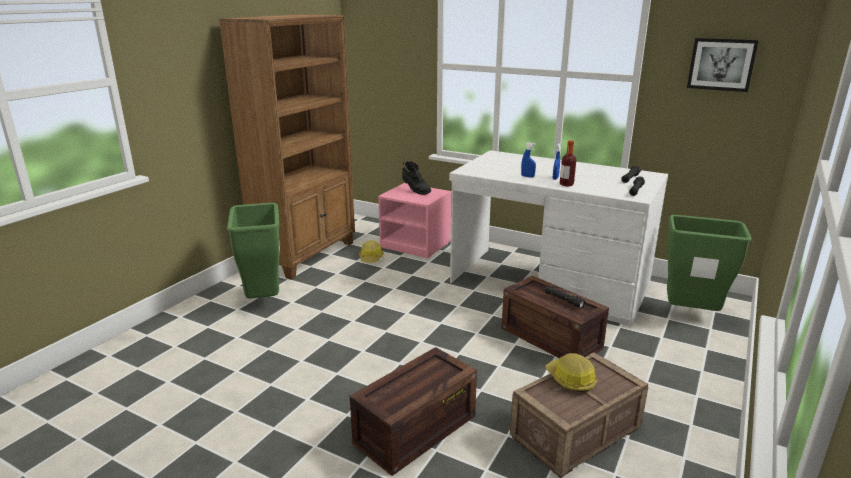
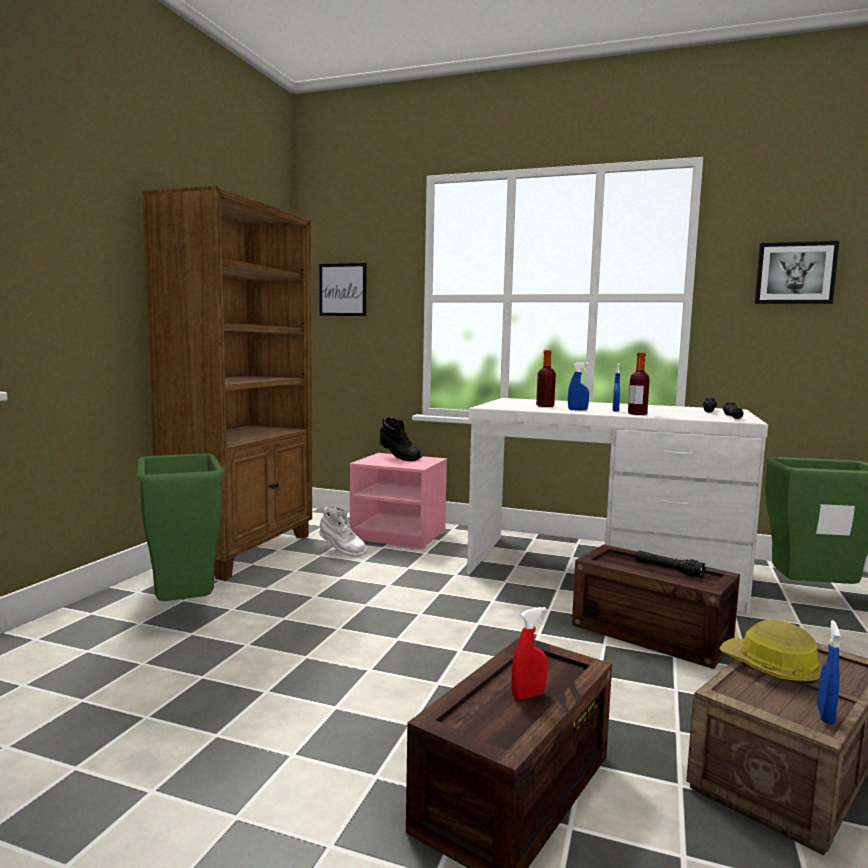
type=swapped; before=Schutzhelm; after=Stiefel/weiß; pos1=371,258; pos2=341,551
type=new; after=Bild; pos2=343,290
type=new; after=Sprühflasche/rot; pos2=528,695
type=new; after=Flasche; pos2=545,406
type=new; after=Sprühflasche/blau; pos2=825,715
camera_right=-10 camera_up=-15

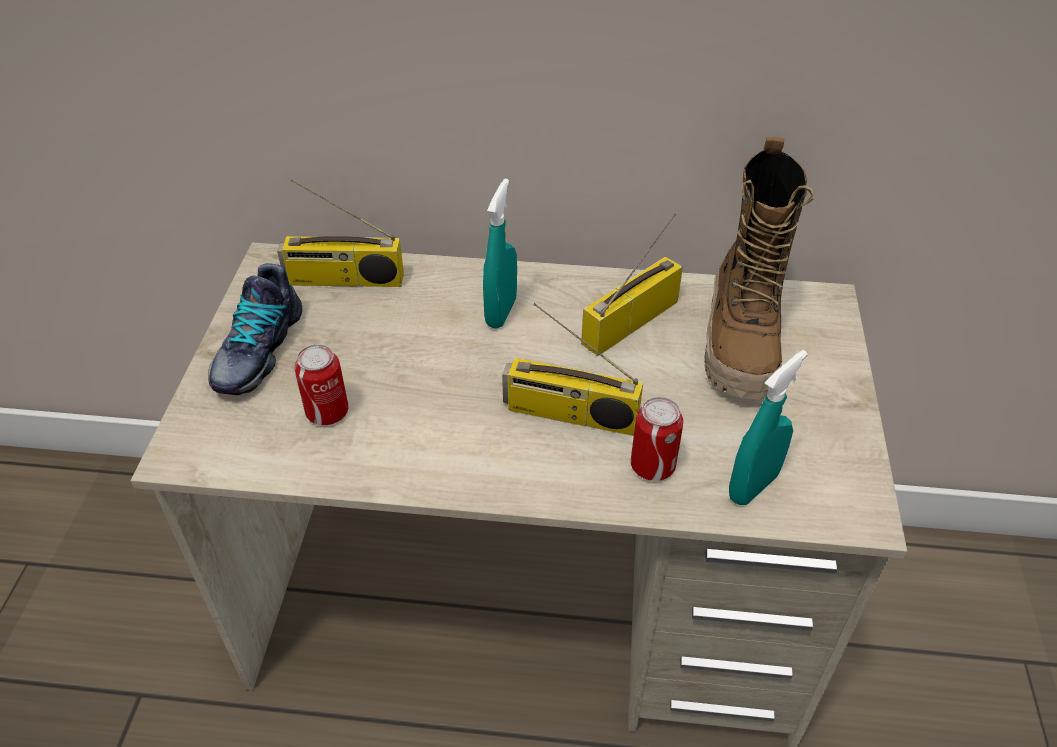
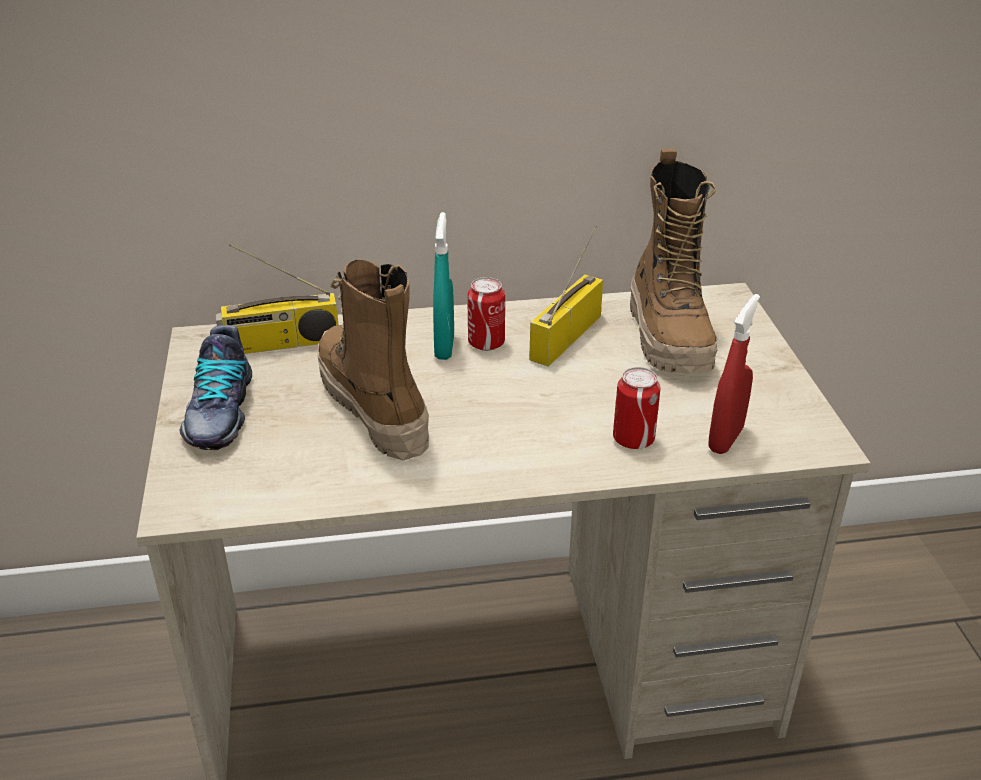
type=shifted; before=Dose; pos1=327,412; pos2=486,343
type=gone; before=Radio; pos1=569,415
type=repainted; before=Sprühflasche/türkis; after=Sprühflasche/rot; pos1=753,486; pos2=725,439
type=new; after=Stiefel; pos2=372,407
camera_right=-15 camera_up=-10

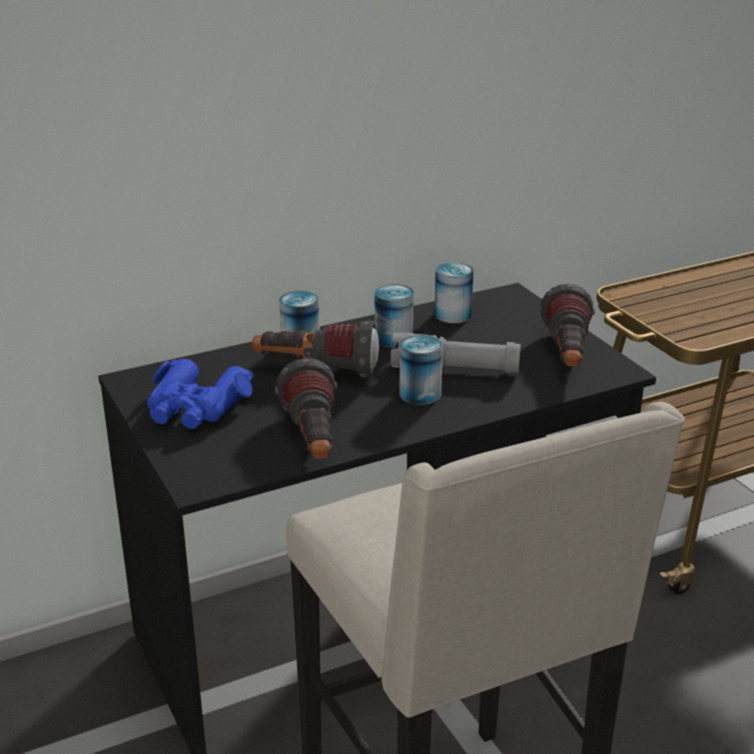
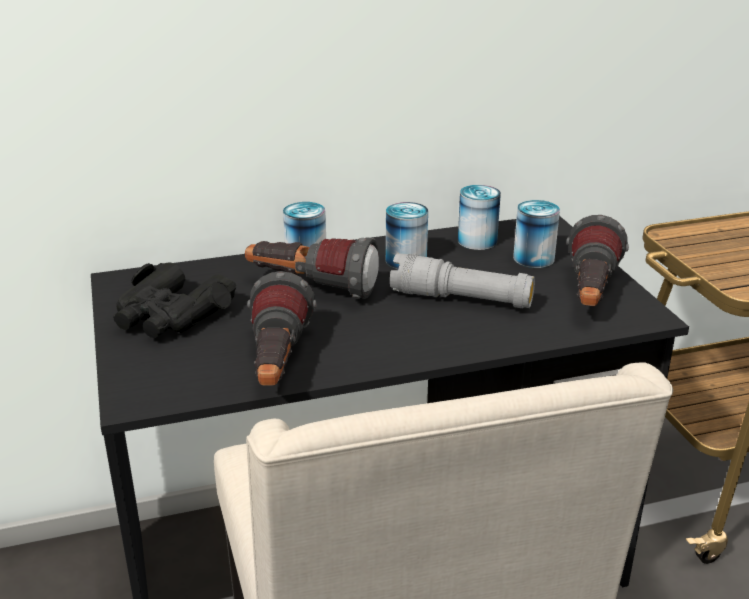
type=repainted; before=Fernglas/blau; after=Fernglas/schwarz; pos1=196,407; pos2=171,315
type=shifted; before=Dose; pos1=420,394; pos2=533,258
camera_right=10 camera_up=0

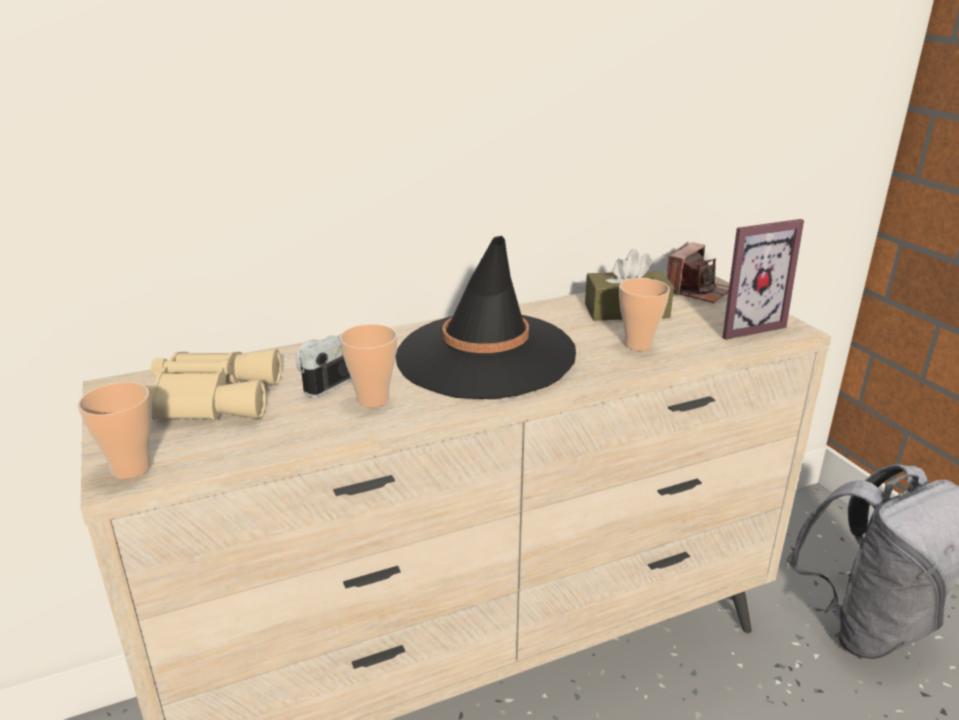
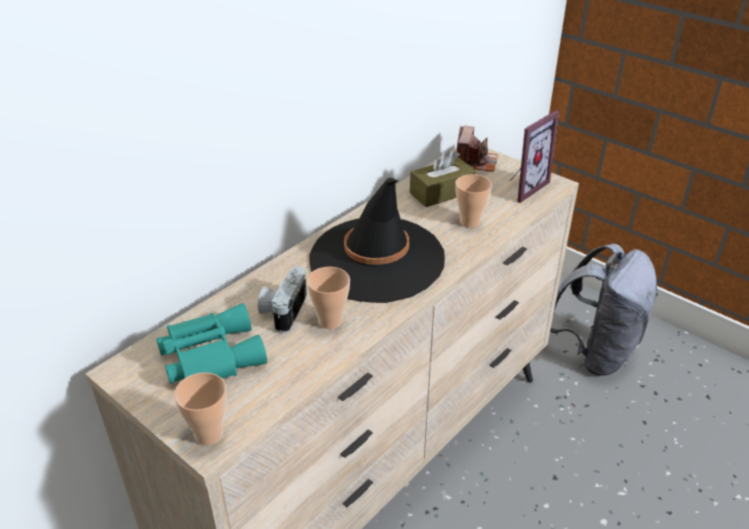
type=repainted; before=Fernglas/beige; after=Fernglas/türkis; pos1=213,397; pos2=209,355
camera_right=-25 camera_up=10

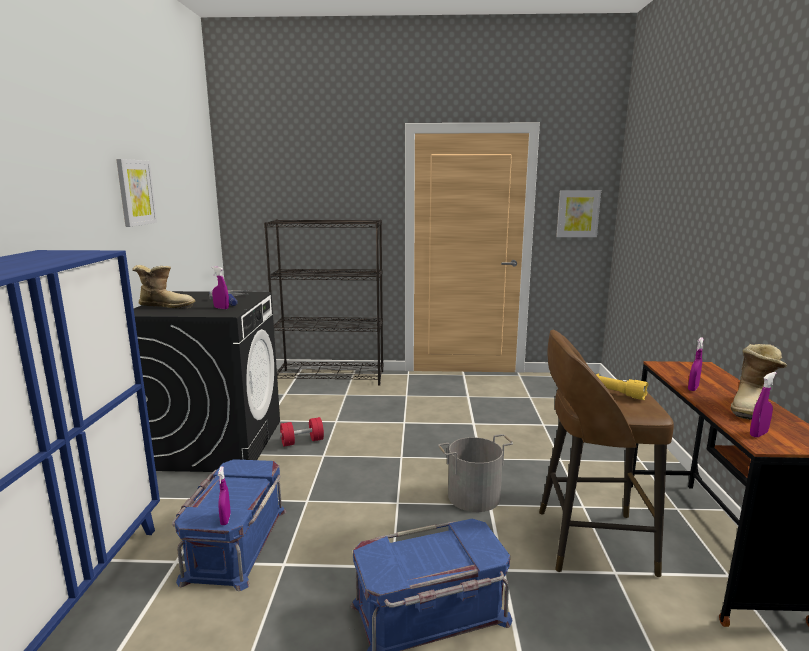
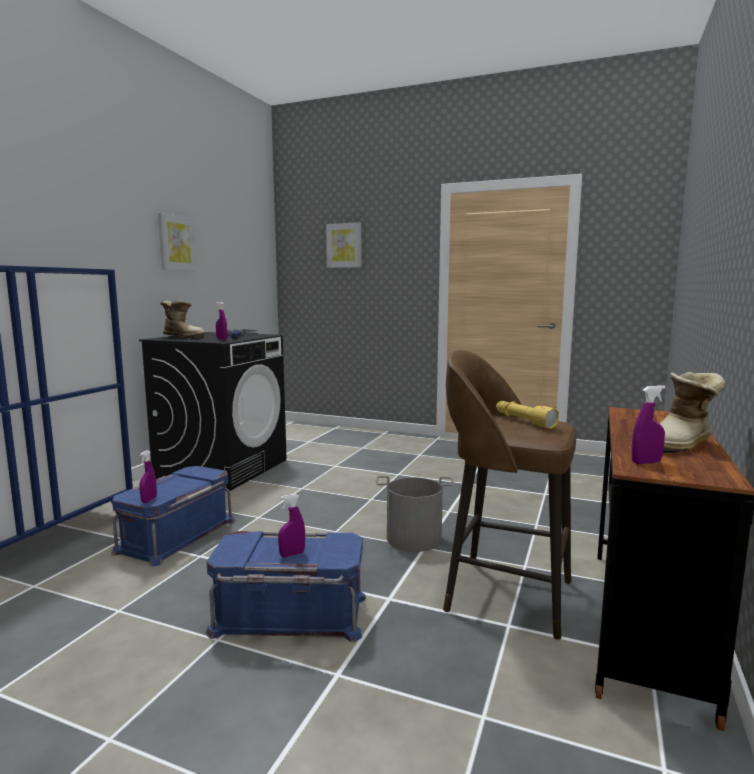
type=gone; before=Bücherregal/schwarz; pos1=331,377
type=gone; before=Hantel/rot; pos1=302,441
type=shifted; before=Bild; pos1=578,213; pos2=344,245
type=shifted; before=Sprühflasche/lila; pos1=693,388; pos2=292,554
camera_right=20 camera_up=-5

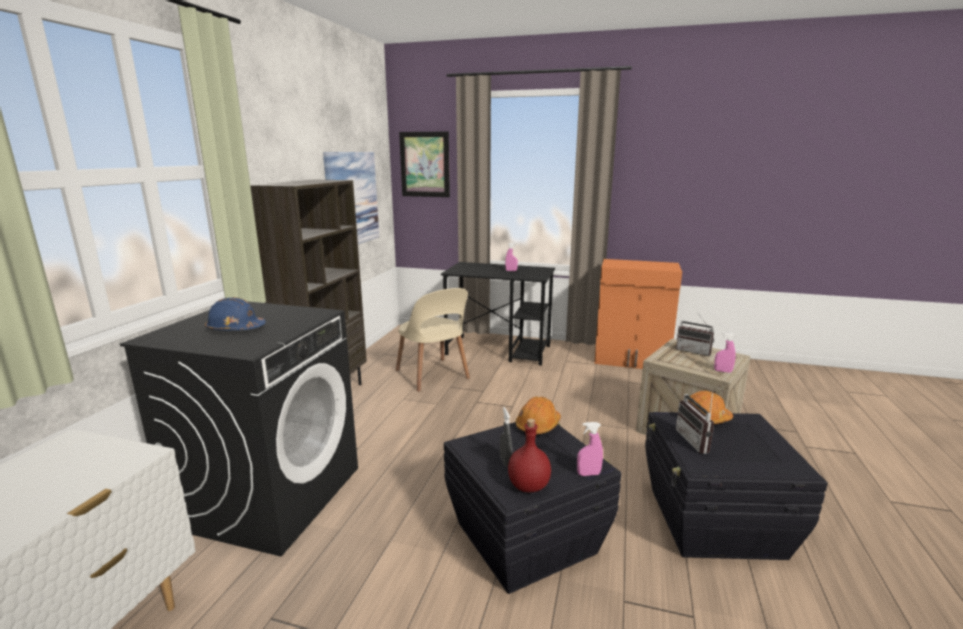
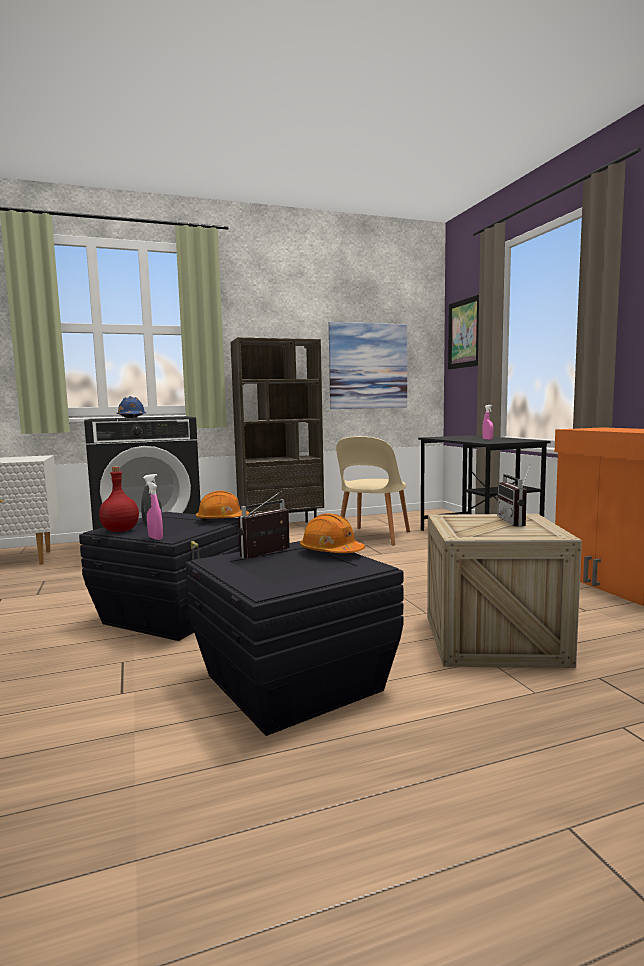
type=gone; before=Sprühflasche/rosa; pos1=723,371
camera_right=55 camera_up=-10

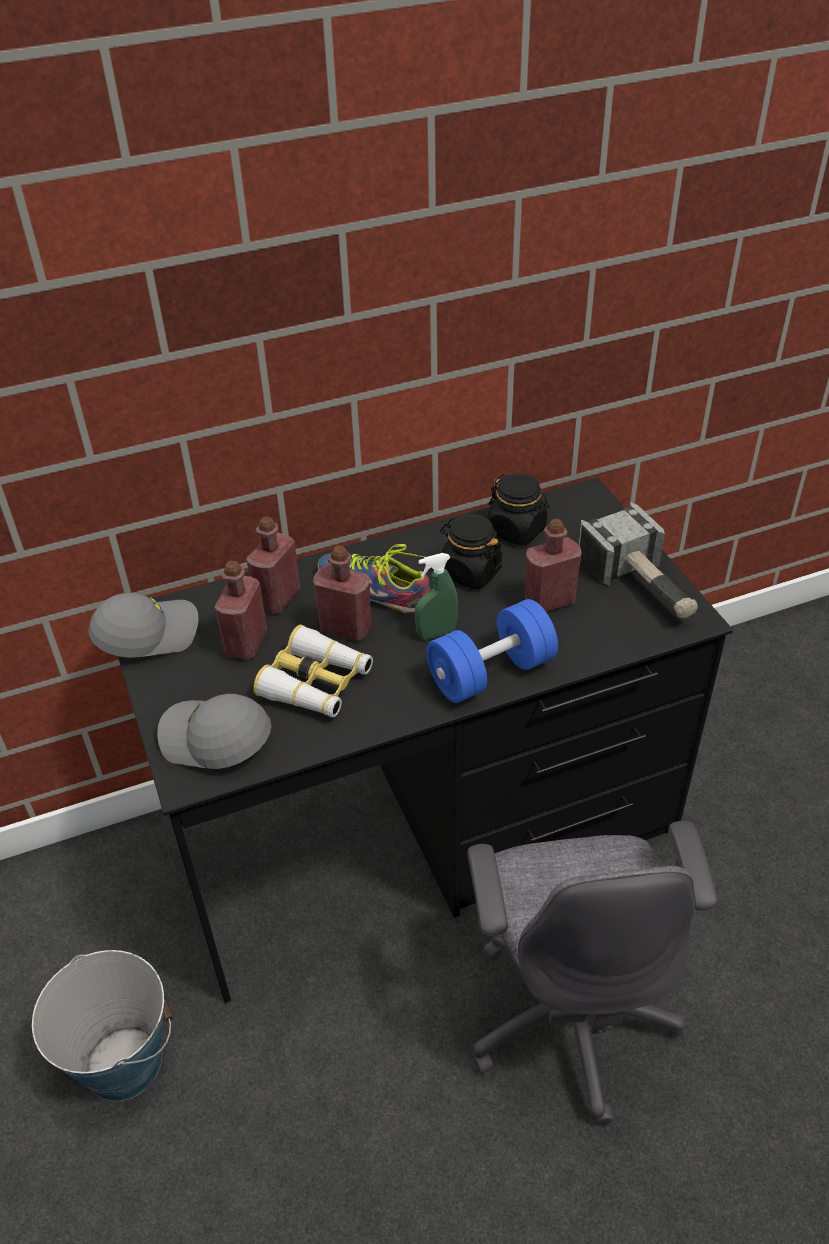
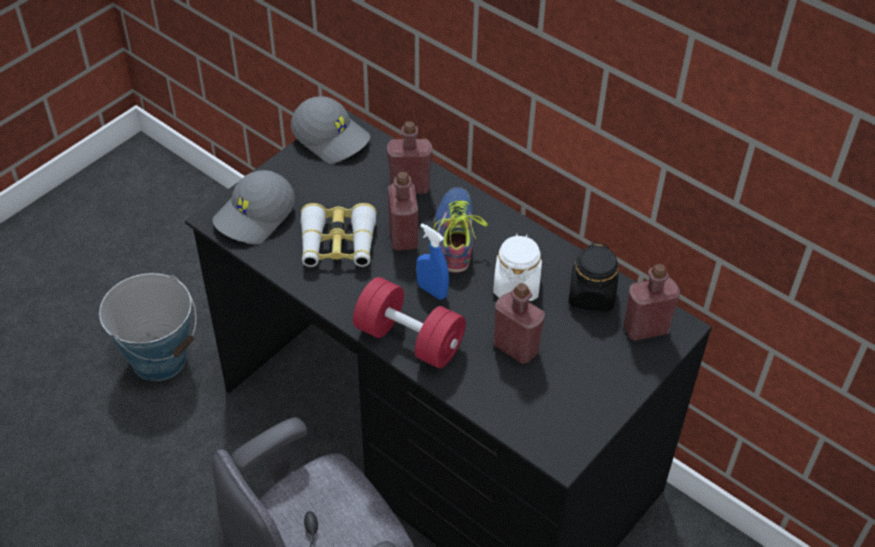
type=rotated; before=Kappe/grau; pos1=214,740; pos2=255,216; turn=-135
type=shifted; before=Flasche/rot; pos1=246,643; pos2=645,328
type=repainted; before=Sprühflasche/grün; after=Sprühflasche/blau; pos1=436,633; pos2=432,290
type=repainted; before=Hantel/blau; after=Hantel/rot; pos1=491,673; pos2=409,339
type=repainted; before=Vorratsglas/schwarz; after=Vorratsglas/weiß; pos1=470,572; pos2=516,284
type=gone; before=Hammer; pos1=642,585
camera_right=60 camera_up=5

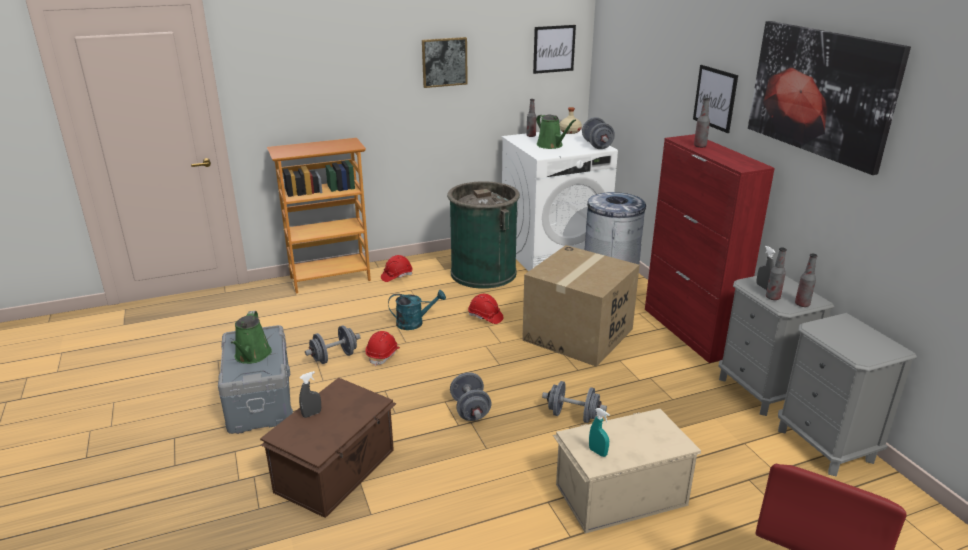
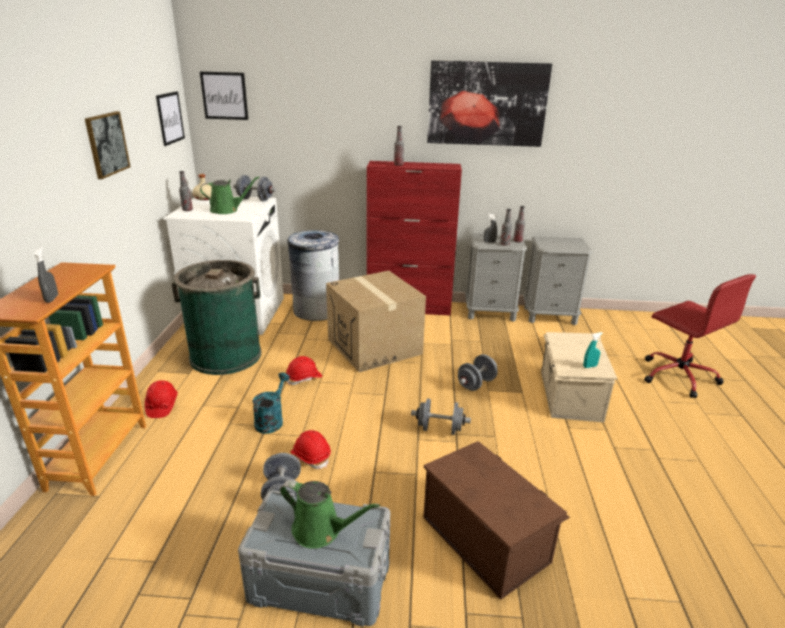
type=shifted; before=Sprühflasche/grau; pos1=312,414; pos2=52,299
type=shifted; before=Bild; pos1=715,98; pos2=224,96
camera_right=-65 camera_up=0

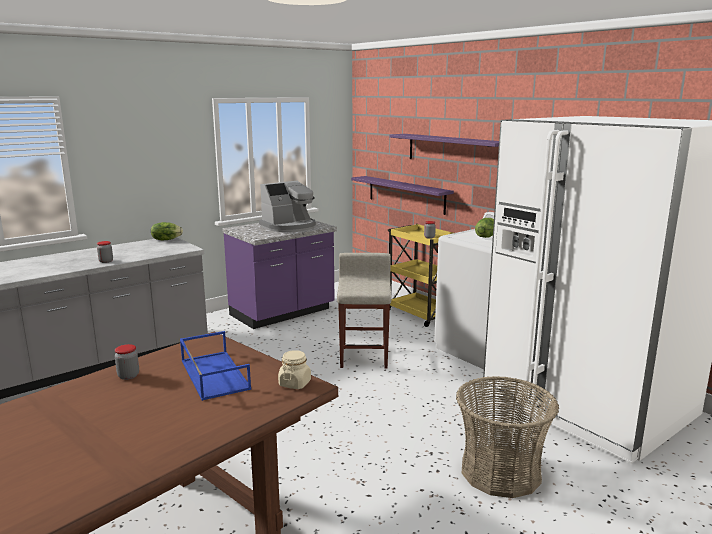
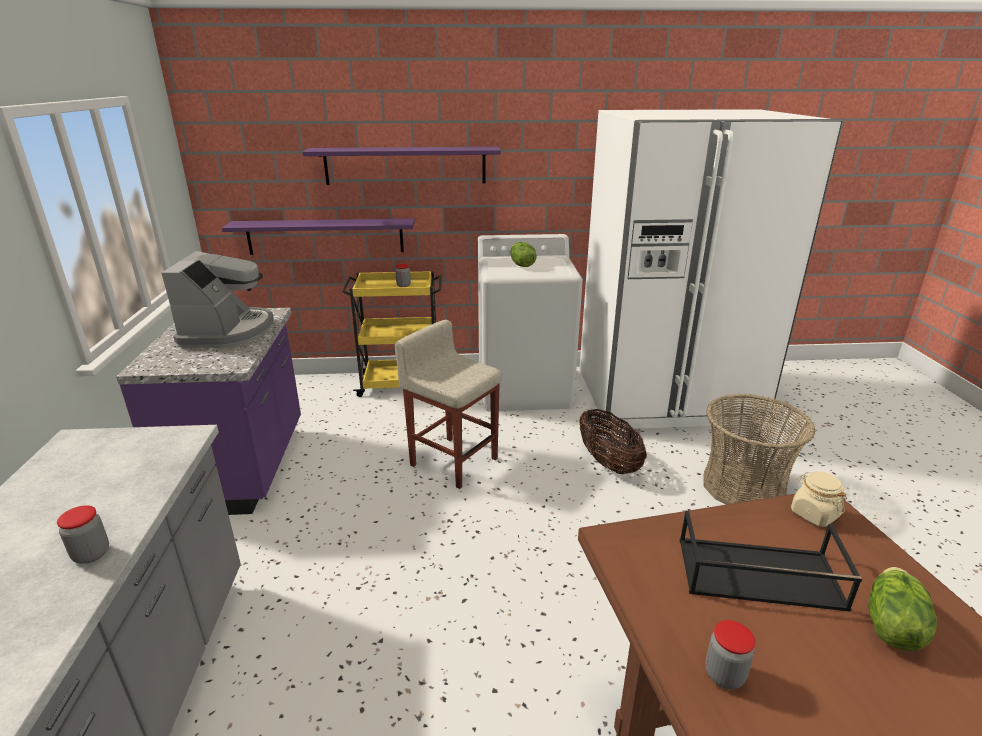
type=shifted; before=Salatkopf; pos1=166,239; pos2=890,625
type=repainted; before=Tablett/blau; after=Tablett/schwarz; pos1=213,374; pos2=757,574
type=new; after=Korb; pos2=608,462
camera_right=-55 camera_up=10

